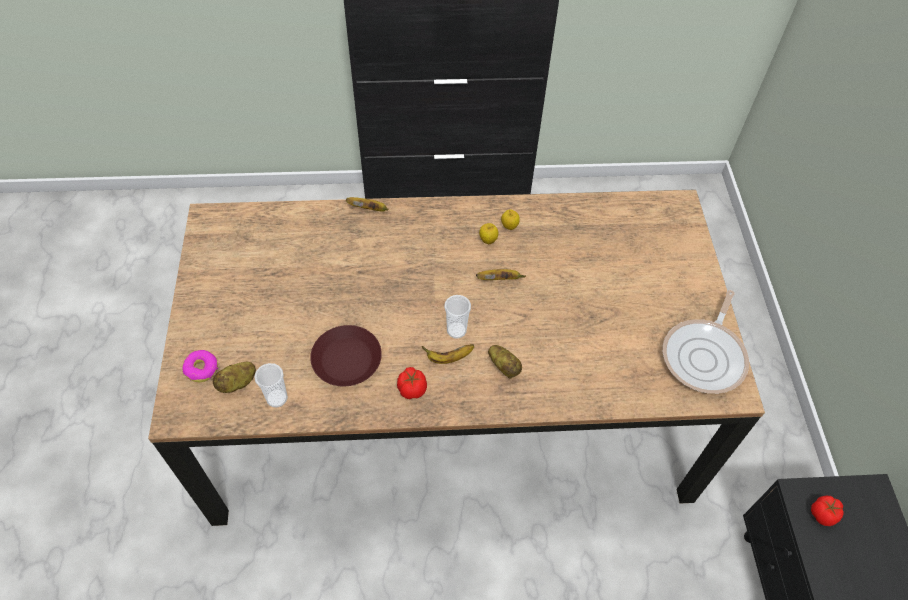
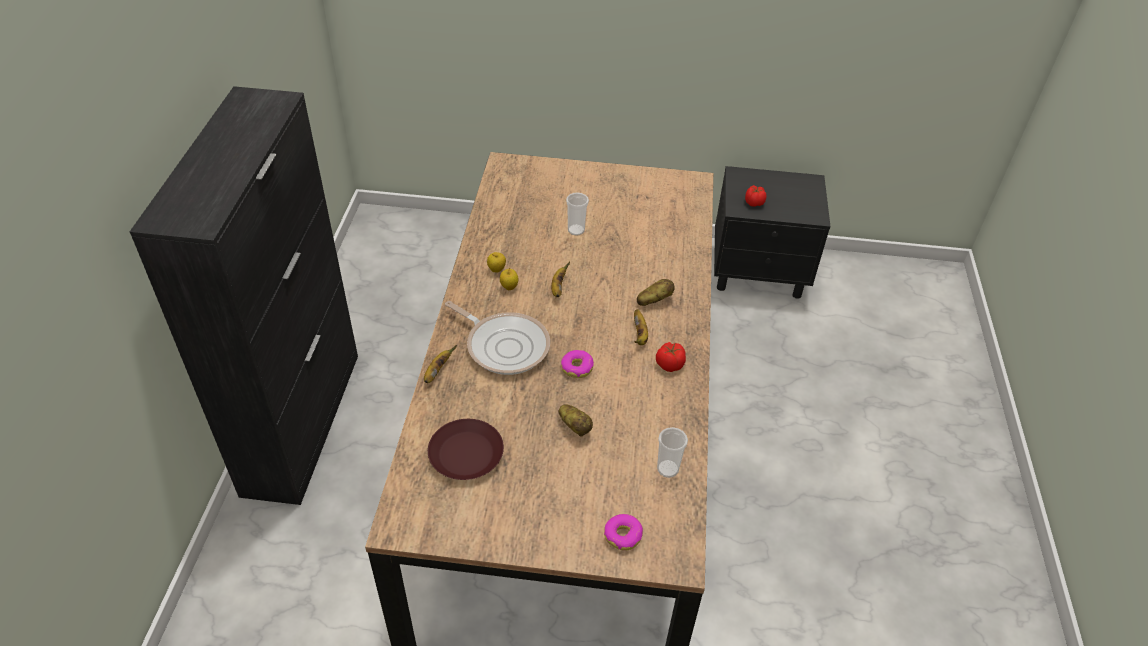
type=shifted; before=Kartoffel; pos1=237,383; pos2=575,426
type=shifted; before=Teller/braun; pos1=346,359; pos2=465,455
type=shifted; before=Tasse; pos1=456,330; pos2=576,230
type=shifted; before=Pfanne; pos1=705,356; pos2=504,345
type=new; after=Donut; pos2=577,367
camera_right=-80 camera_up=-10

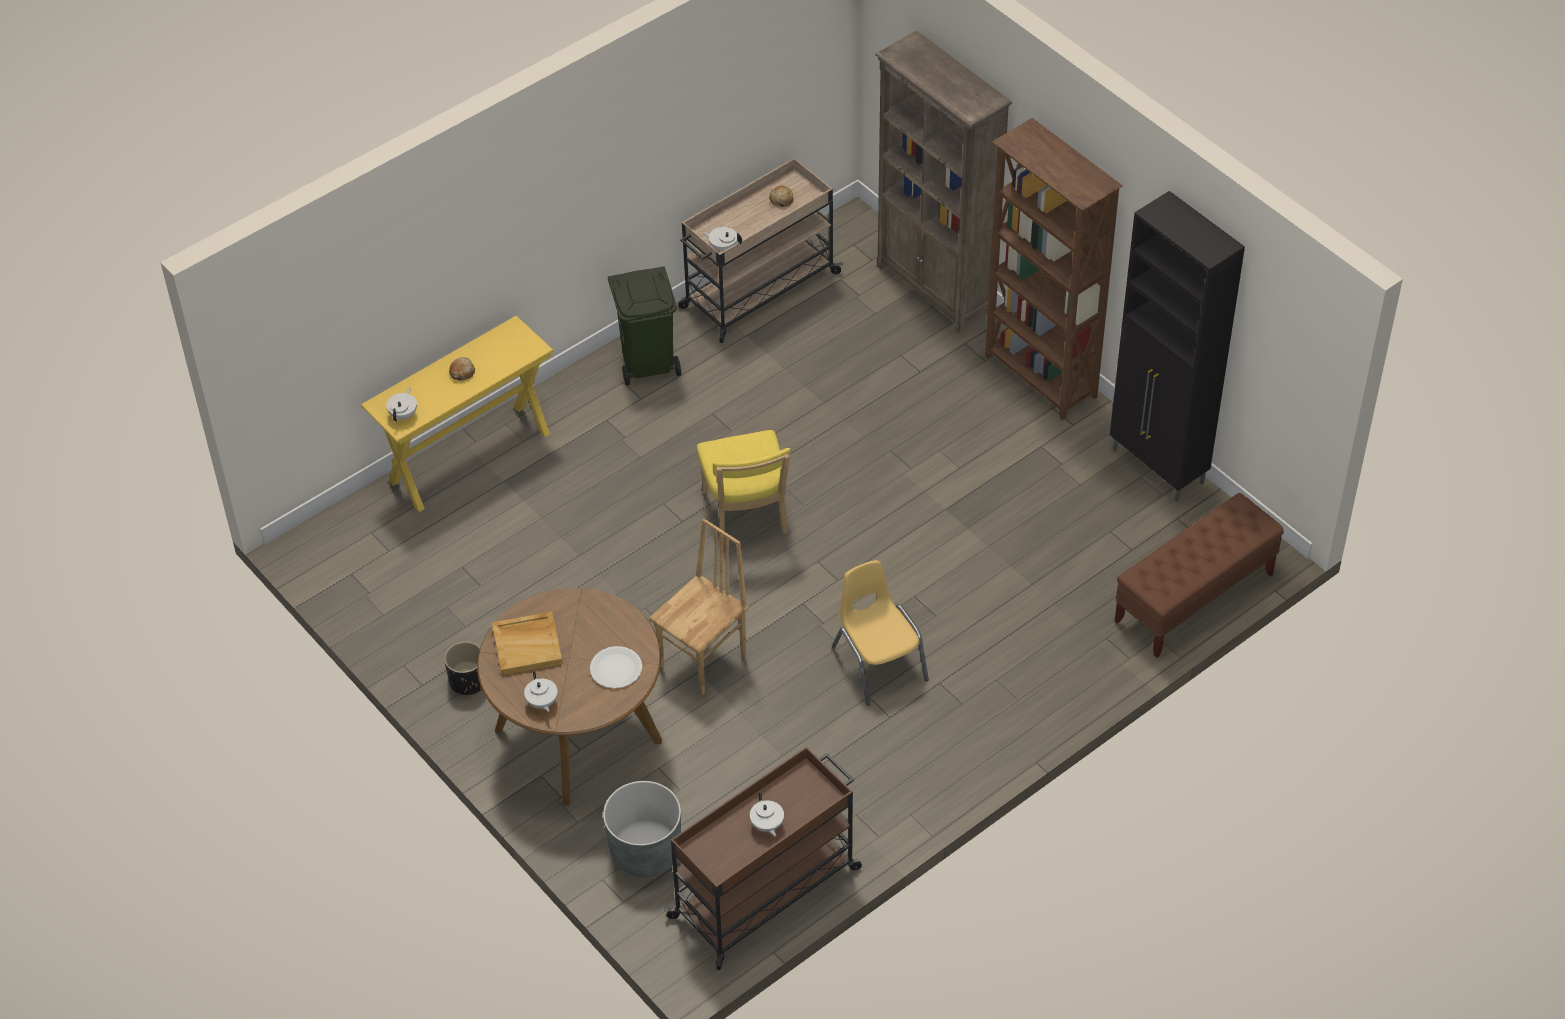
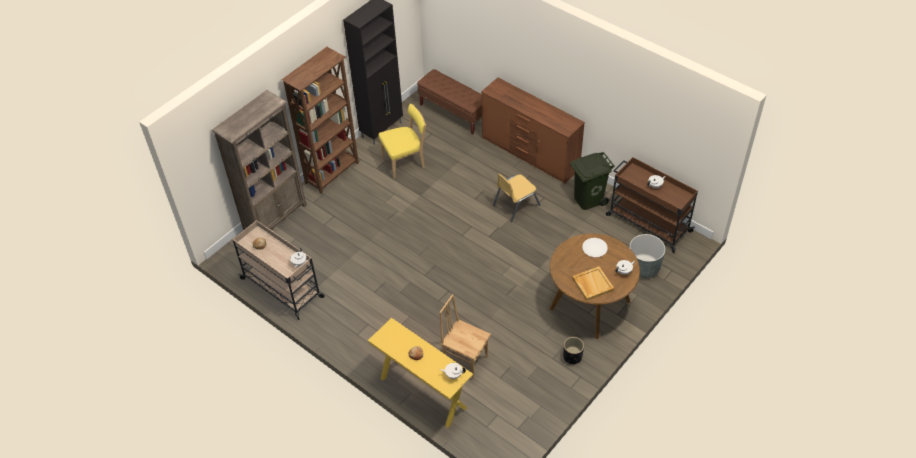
type=shifted; before=Mülleimer/grün; pos1=649,362; pos2=588,199
type=shifted; before=Stuhl/braun; pos1=704,660; pos2=465,360
type=shifted; before=Stuhl/gelb; pos1=746,516; pos2=405,162
type=new; after=Kommode/braun; pos2=530,154
camera_right=-100 camera_up=0

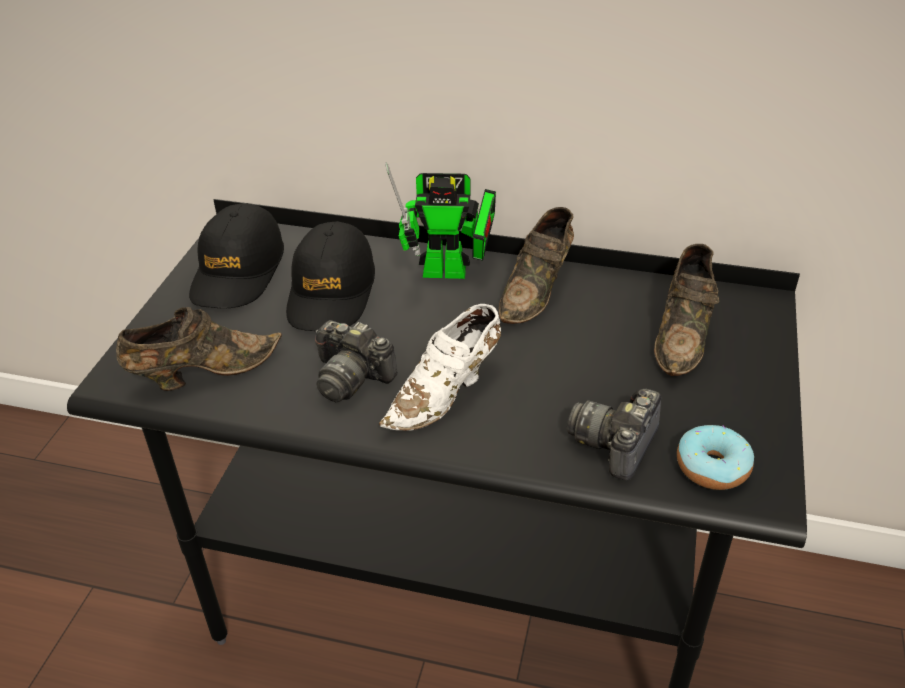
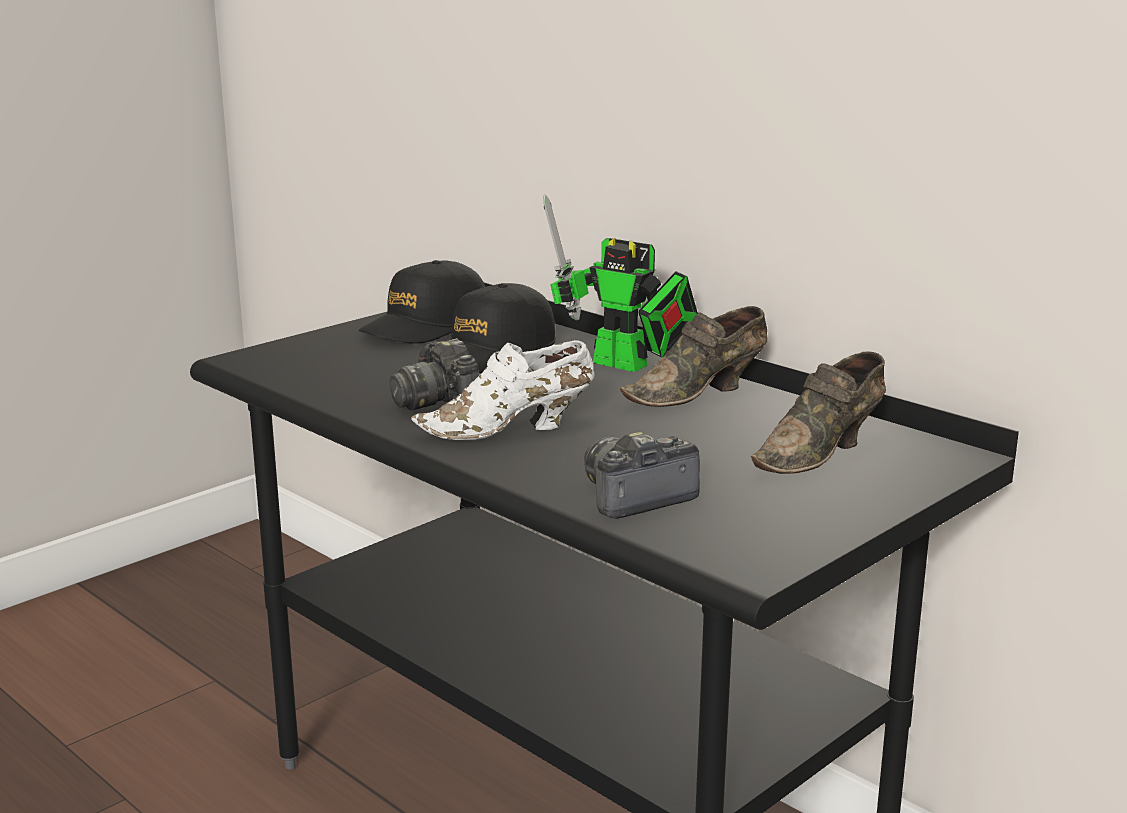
type=gone; before=Schuh/braun; pos1=201,373
type=gone; before=Donut; pos1=712,467
camera_right=30 camera_up=-20

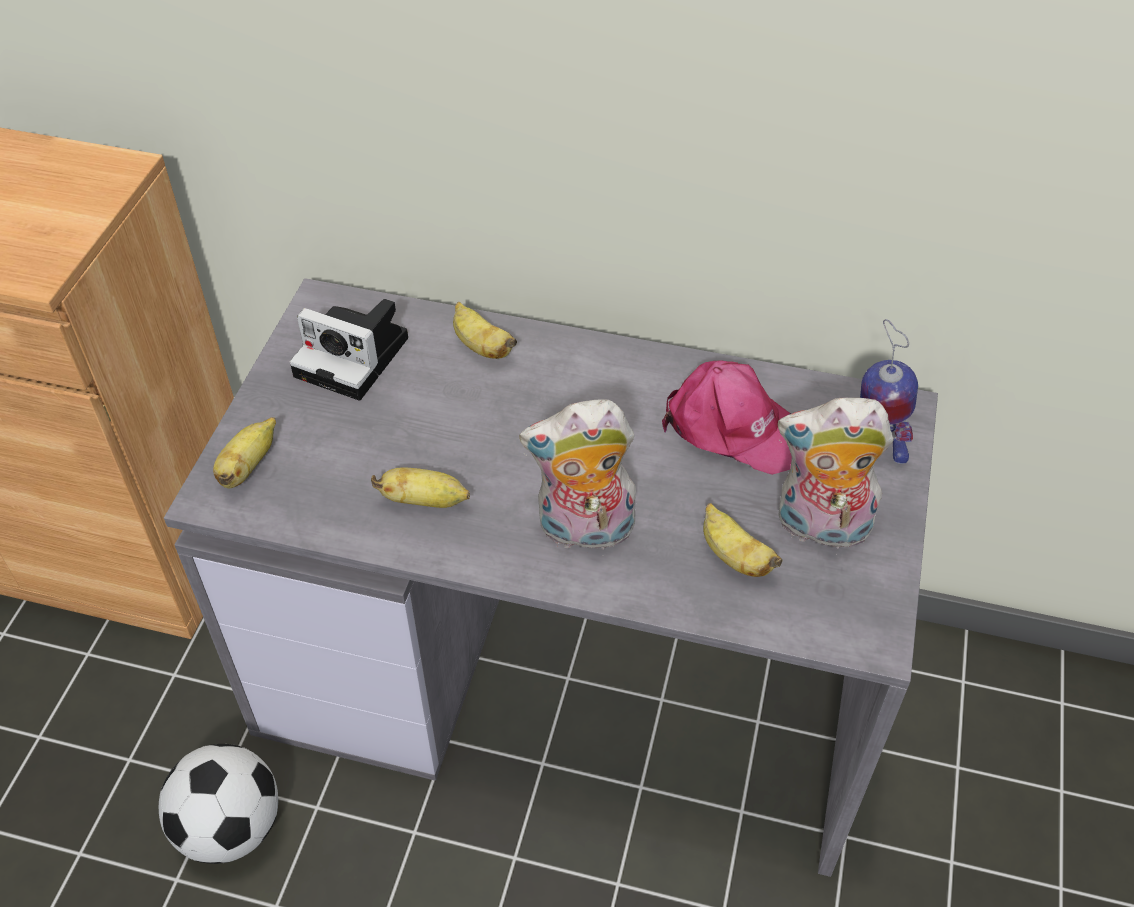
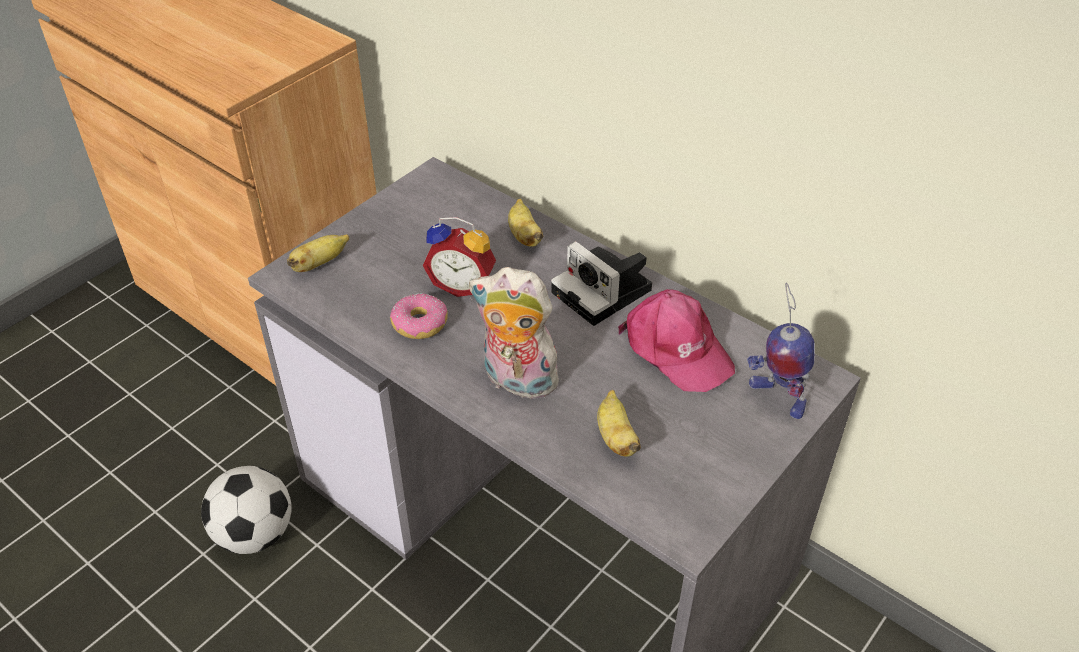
type=shifted; before=Kamera; pos1=356,357; pos2=605,292
type=swapped; before=Banane; after=Donut; pos1=425,501; pos2=419,324
type=gone; before=Plüschtier; pos1=820,528
type=new; after=Wecker; pos2=462,284
camera_right=25 camera_up=-5

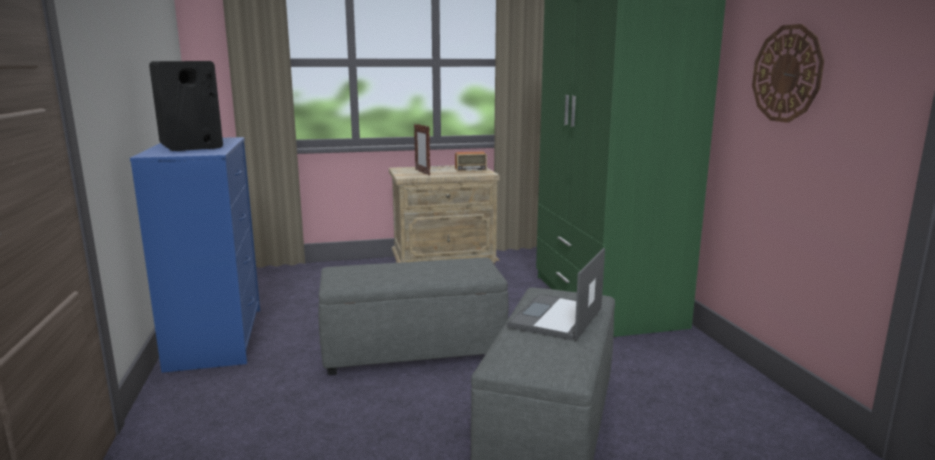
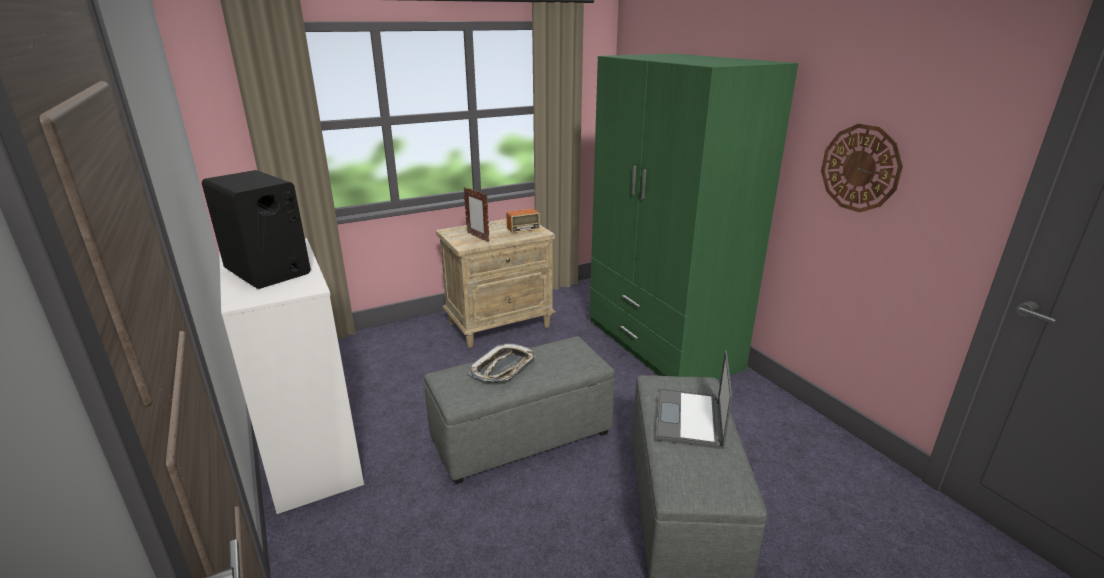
type=repainted; before=Kommode/blau; after=Kommode/weiß; pos1=216,337; pos2=311,453
type=new; after=Tablett; pos2=503,368
camera_right=-15 camera_up=10

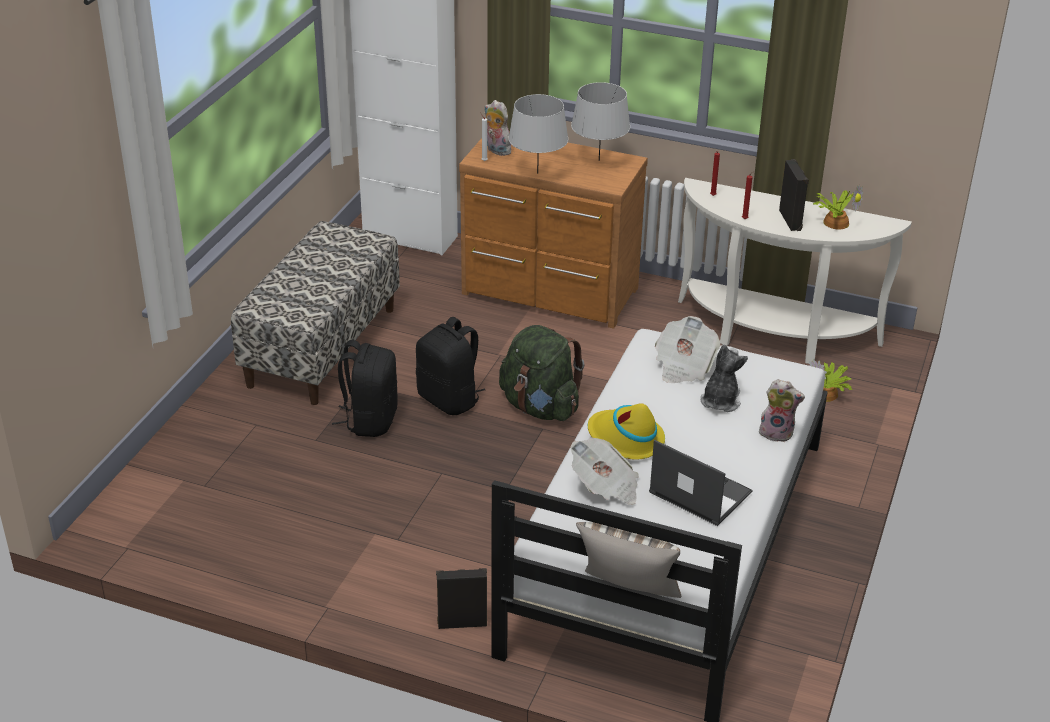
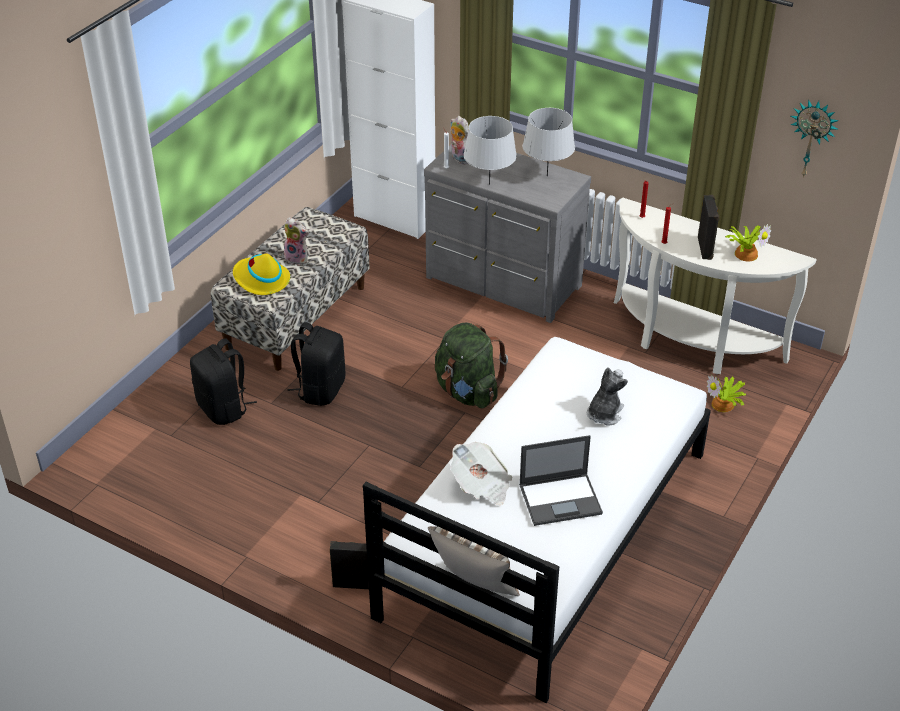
type=shifted; before=Rucksack/schwarz; pos1=450,400; pos2=224,409
type=repainted; before=Kommode/braun; after=Kommode/grau; pos1=549,293; pos2=502,284
type=shifted; before=Hut/gelb; pos1=625,439; pos2=261,280
type=rotated; before=Laptop; pos1=699,492; pos2=561,499; turn=120
type=gone; before=Zeitung; pos1=683,366
type=shifted; before=Plüschtier; pos1=777,432; pos2=298,258
type=new; after=Wanduhr; pos2=812,138
camera_right=10 camera_up=5

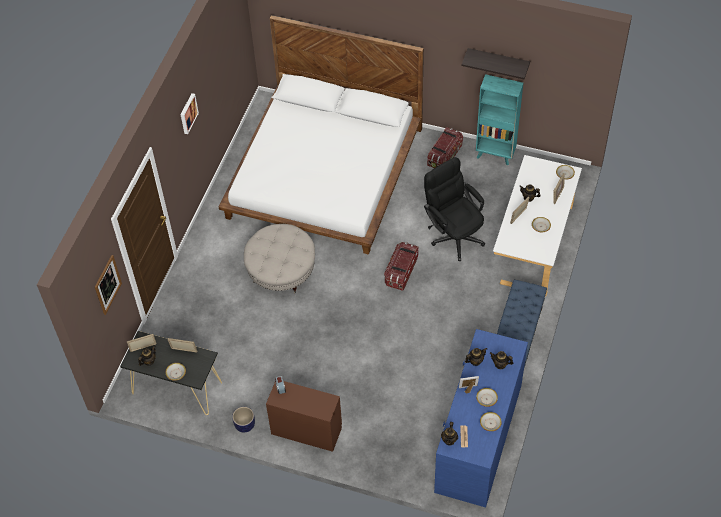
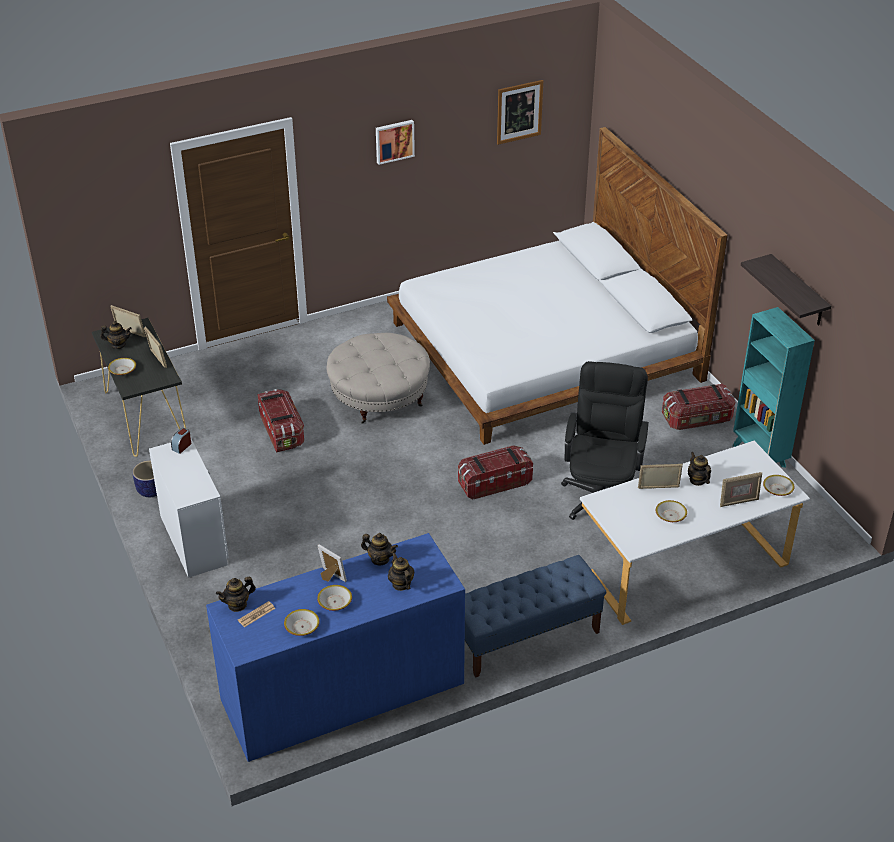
type=shifted; before=Bild; pos1=107,284; pos2=519,112
type=repainted; before=Kommode/braun; after=Kommode/weiß; pos1=306,430; pos2=195,539
type=new; after=Aufbewahrungsbox; pos2=281,431
camera_right=45 camera_up=-15

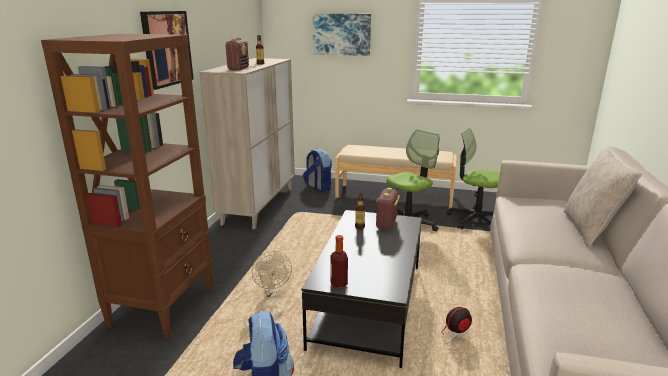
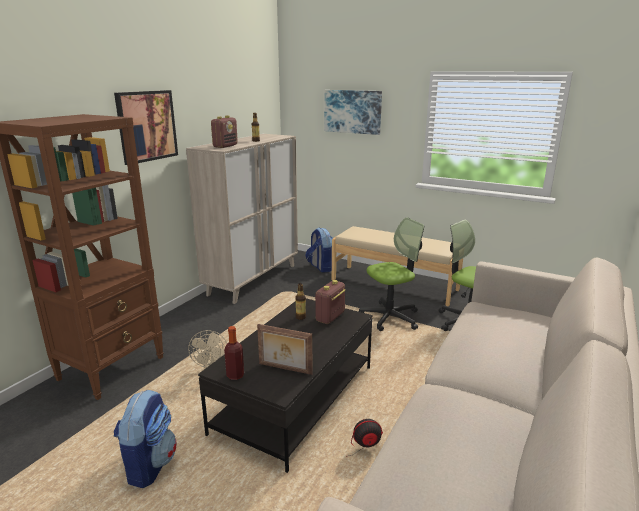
type=gone; before=Kissen/beige; pos1=590,229
type=new; after=Bilderrahmen; pos2=285,369
camera_right=15 camera_up=0

